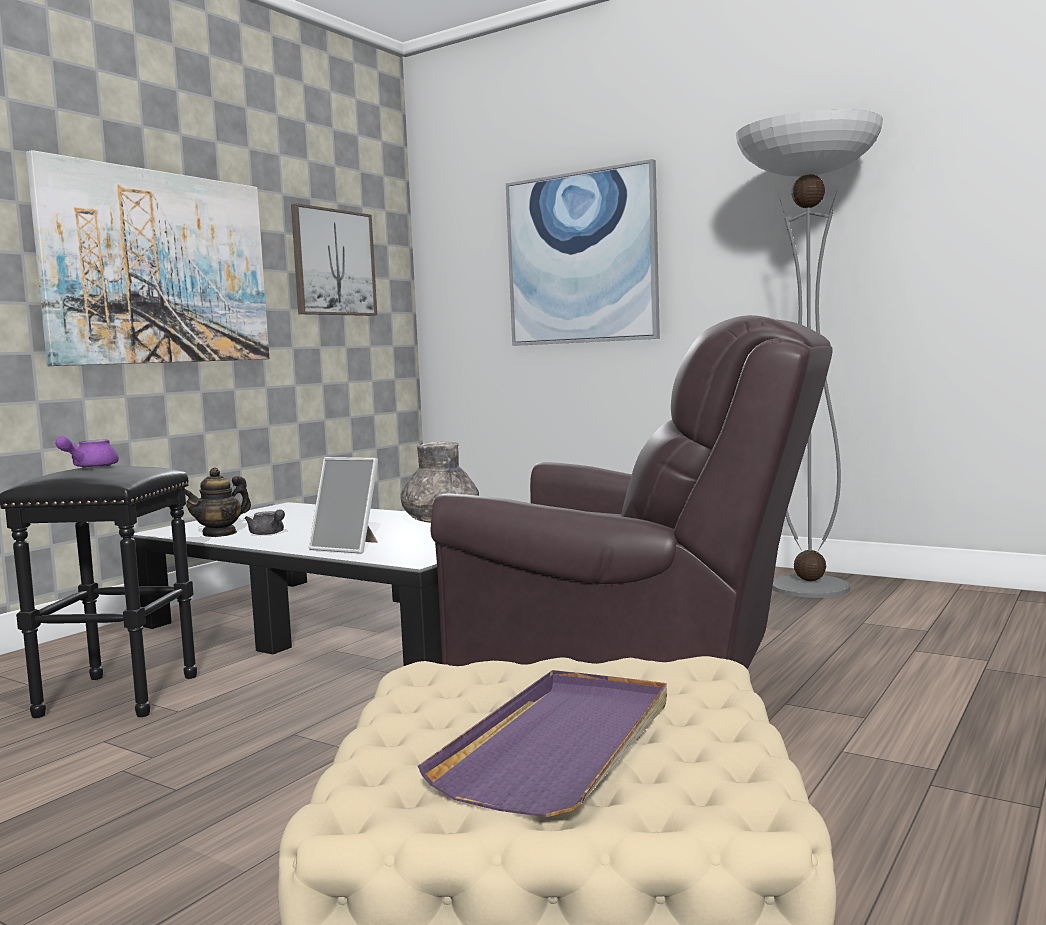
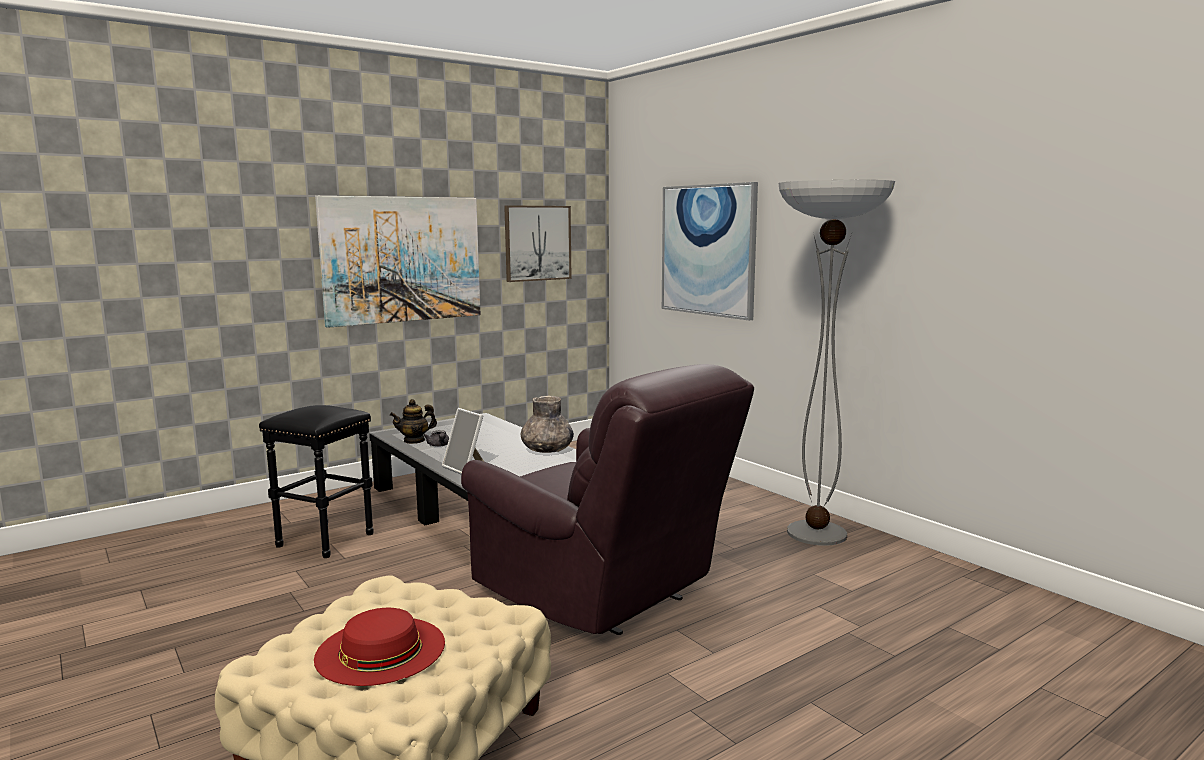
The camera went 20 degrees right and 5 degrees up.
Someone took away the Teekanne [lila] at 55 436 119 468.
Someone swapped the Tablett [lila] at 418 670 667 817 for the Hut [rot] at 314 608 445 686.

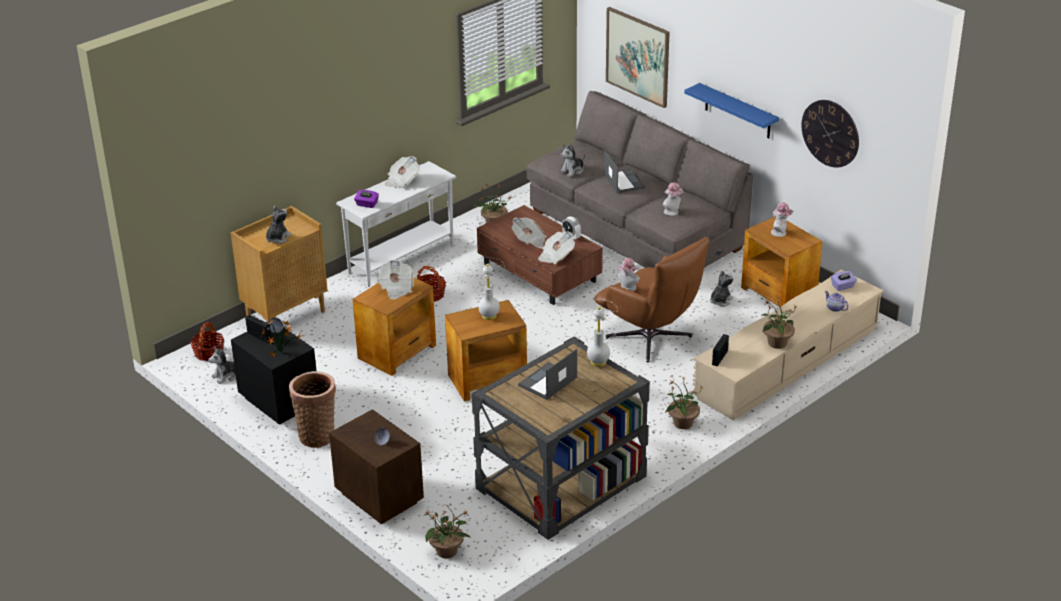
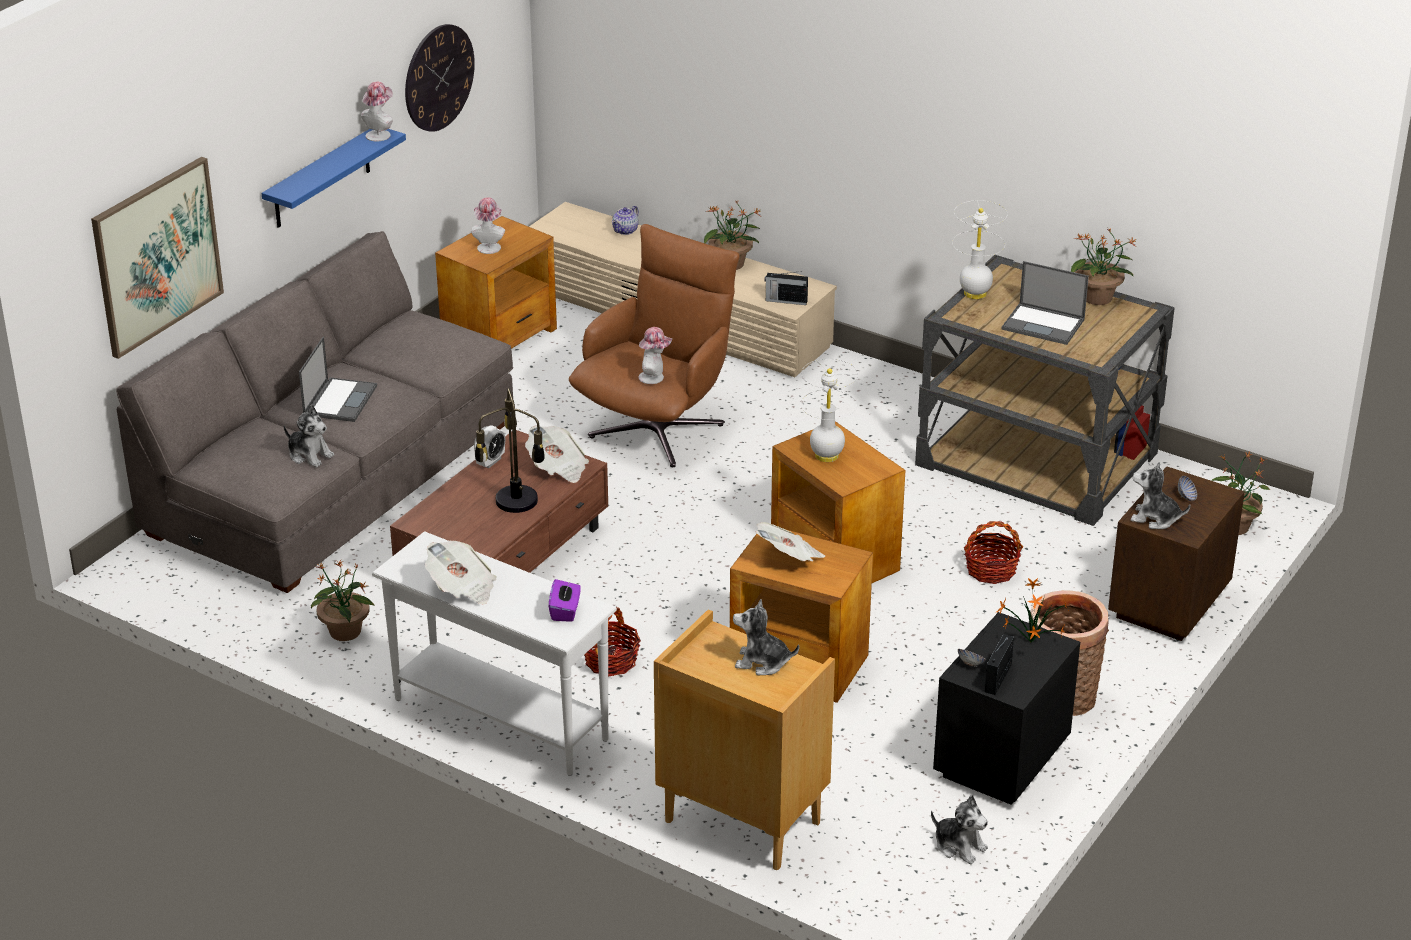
The camera went 105 degrees left and 0 degrees up.
Someone took away the Taschentuchbox [lila] at 831 271 857 291.
Someone carried the Korb from 190 322 224 361 to 964 521 1023 584.
Someone carried the Hut from 663 182 683 216 to 361 82 393 141.
Someone carried the Topfpflanze from 665 376 704 429 to 1071 228 1136 305.
Someone carried the Plüschtier from 710 270 734 307 to 1131 462 1191 529.
Someone swapped the Zeitung at 512 217 547 248 for the Tischlampe at 475 388 545 513.
Someone rotated the Laptop at 604 151 645 193 by 135 degrees clockwise.

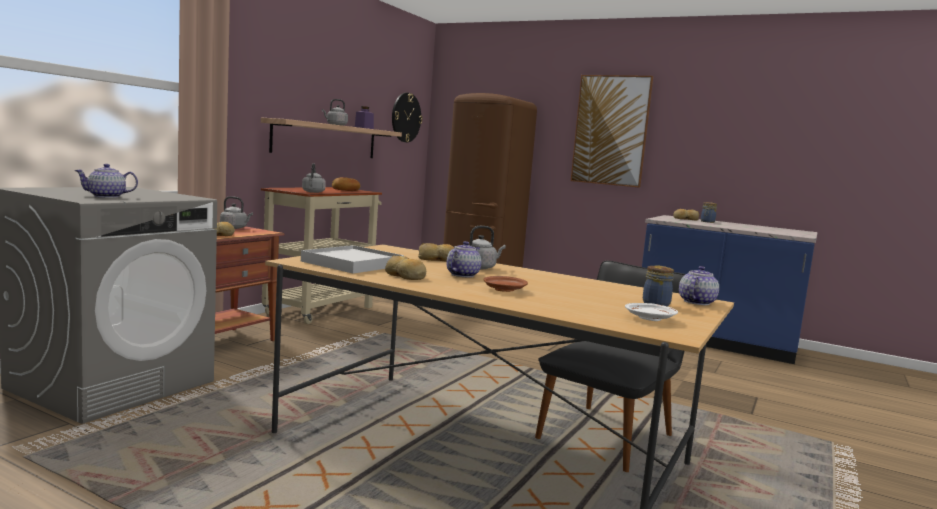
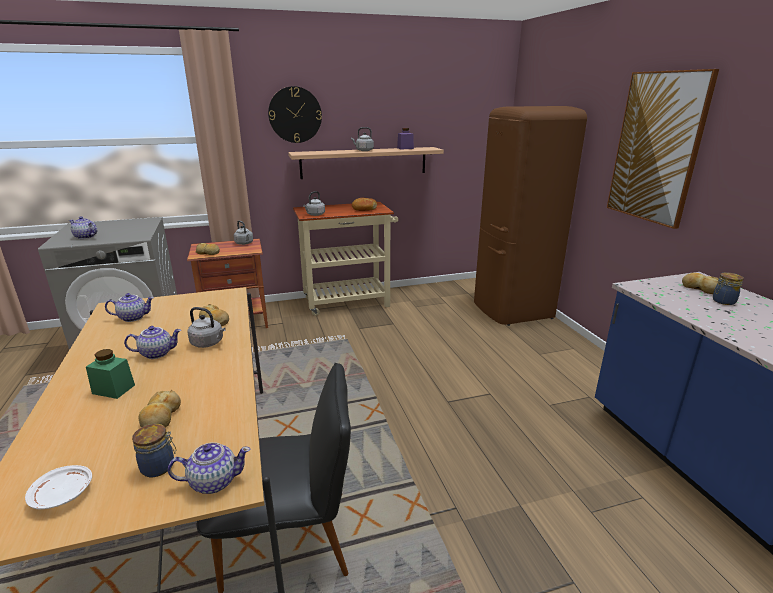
The camera went 45 degrees right and 15 degrees up.
Someone carried the Brot from 385 256 426 280 to 138 390 181 428.
Someone carried the Wanduhr from 392 93 422 142 to 268 86 322 143.
Someone swapped the Tablett [weiß] at 301 245 404 274 for the Teekanne at 105 293 154 322.
Someone swapped the Teller [braun] at 483 276 528 292 for the Vorratsglas [grün] at 86 349 135 399.

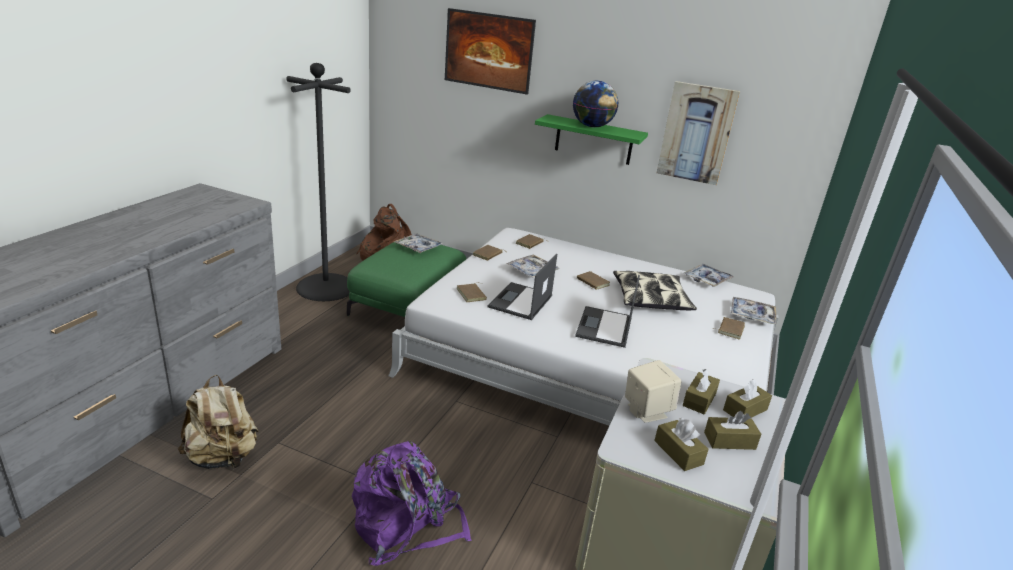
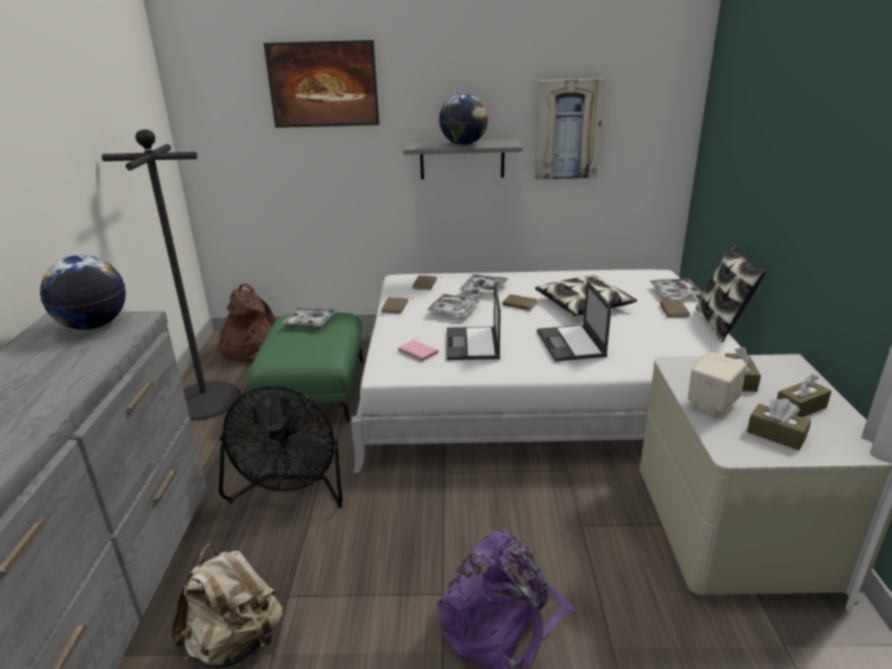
The camera went 20 degrees left and 0 degrees up.
Someone took away the Taschentuchbox [braun] at 723 379 772 417.
Someone put down the Globus at 40 255 126 330.
Someone put down the Ventilator [schwarz] at 219 386 343 509.
Someone put down the Kissen at 696 243 766 342.
Someone carried the Tablett from 684 264 734 287 to 459 274 508 294.
Someone repainted the Buch [braun] at 457 282 487 302, which became the Buch [rosa] at 398 338 439 362.
Someone repainted the Wandregal [grün] at 535 114 648 165, which became the Wandregal [grau] at 403 140 522 179.

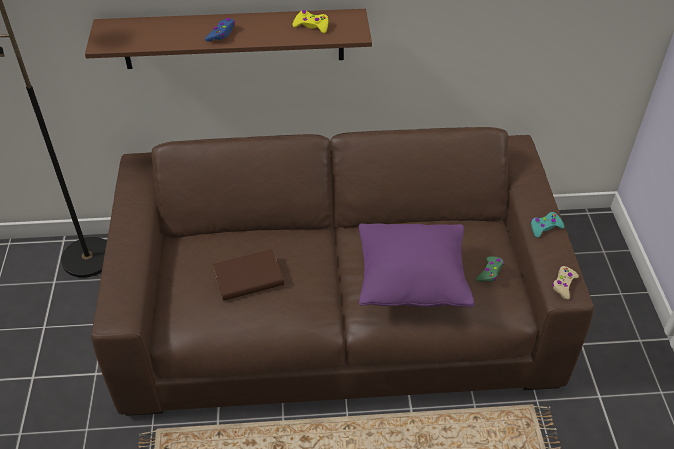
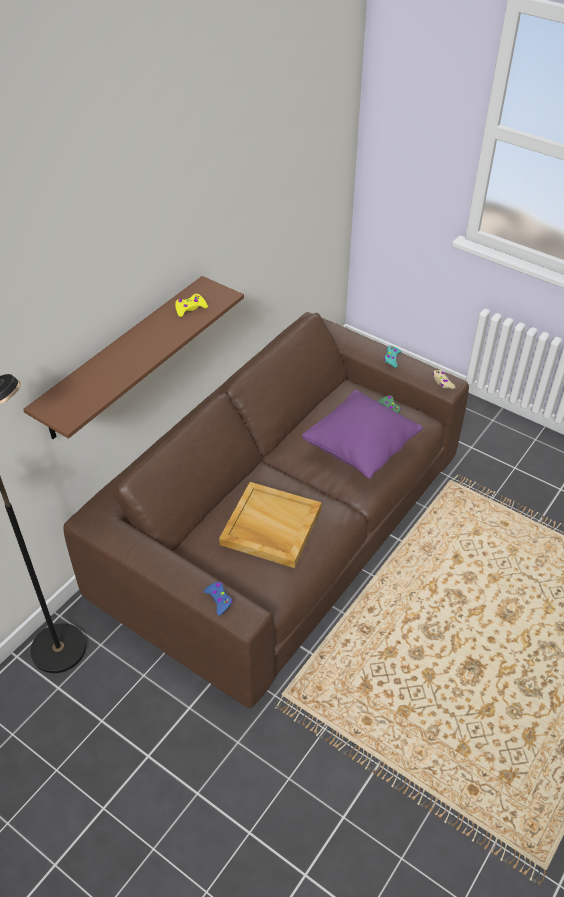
The camera went 50 degrees left and 0 degrees up.
Someone carried the Gamepad [blau] from 205 18 235 42 to 204 582 232 615.
Someone swapped the Buch [braun] at 213 249 284 301 for the Tablett [beige] at 219 482 322 568.

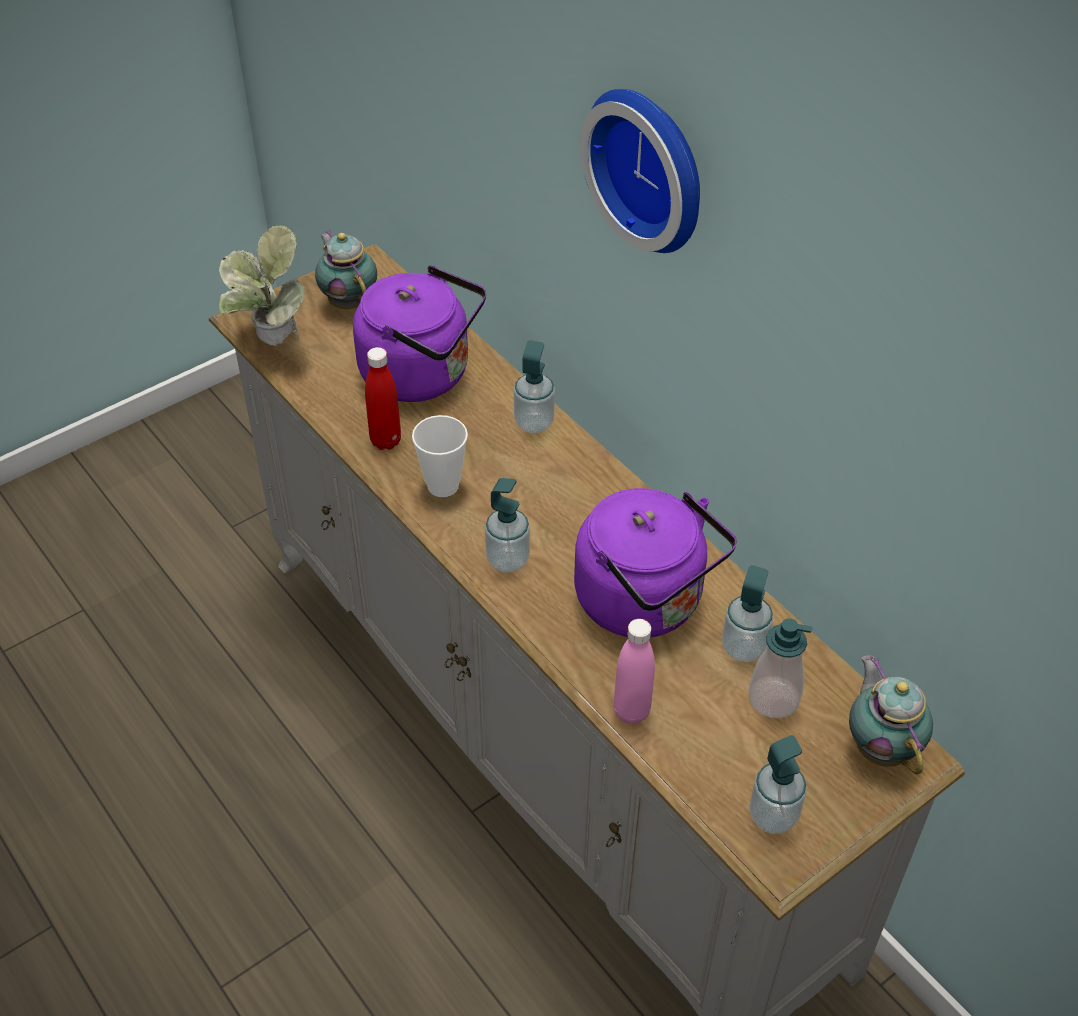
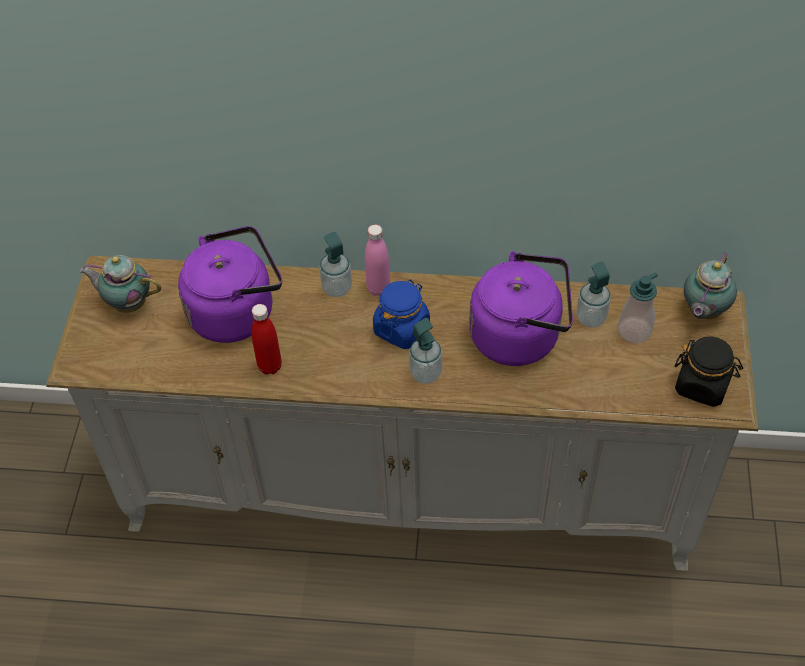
The camera went 45 degrees left and 5 degrees up.
Someone took away the Topfpflanze at 219 225 305 346.
Someone took away the Tasse at 412 415 468 497.
Someone took away the Wanduhr at 580 89 700 253.
Someone put down the Vorratsglas [blau] at 373 279 430 349.
Someone carried the Flasche [rosa] from 614 619 655 724 to 365 224 390 296.
Someone swapped the Seifenspender at 749 735 807 834 for the Vorratsglas [schwarz] at 675 337 743 407.
Someone rotated the Teekanne at 849 655 933 774 by 90 degrees counterclockwise.

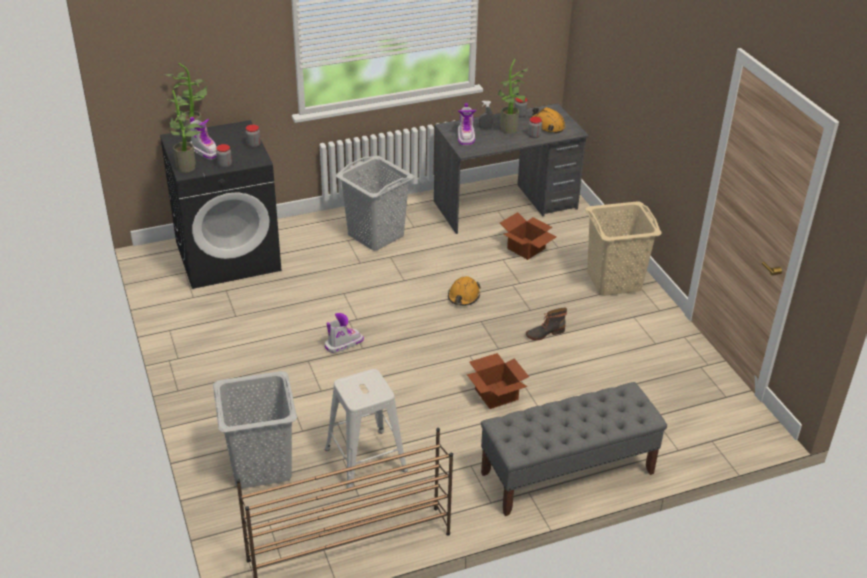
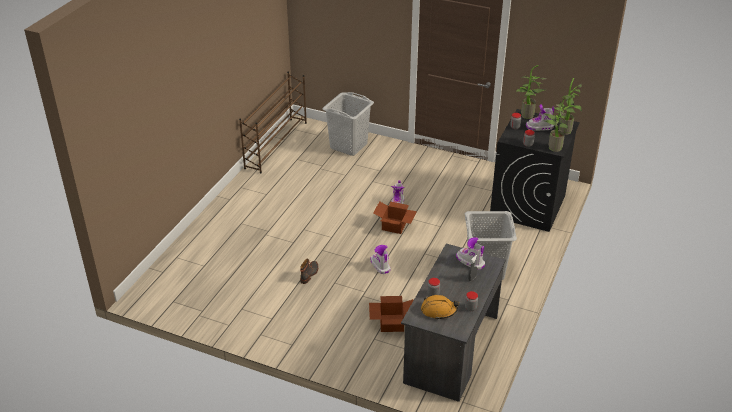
The camera went 135 degrees right and 0 degrees up.
Someone took away the Hocker [weiß] at 325 369 408 488.
Someone took away the Bank [grau] at 481 382 667 516.
Someone took away the Wäschekorb [beige] at 585 201 661 296.
Someone carried the Karton from 467 353 529 409 to 373 201 417 234.
Someone carried the Topfpflanze from 498 59 528 134 to 543 98 568 152.
Someone swapped the Schutzhelm [orange] at 448 276 481 306 for the Stiefel at 370 245 391 274.

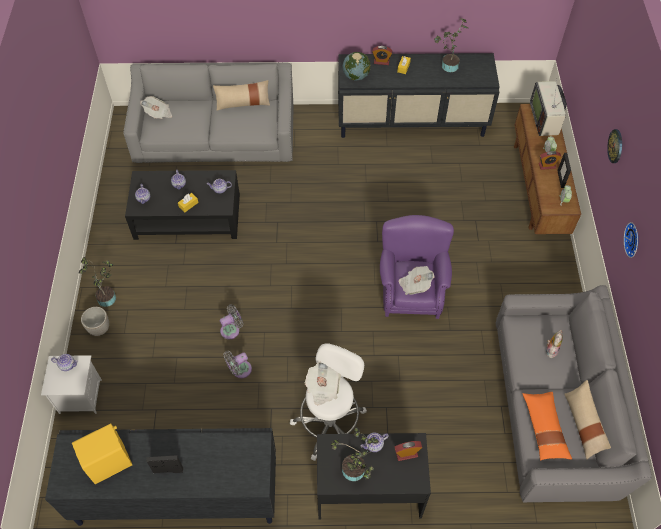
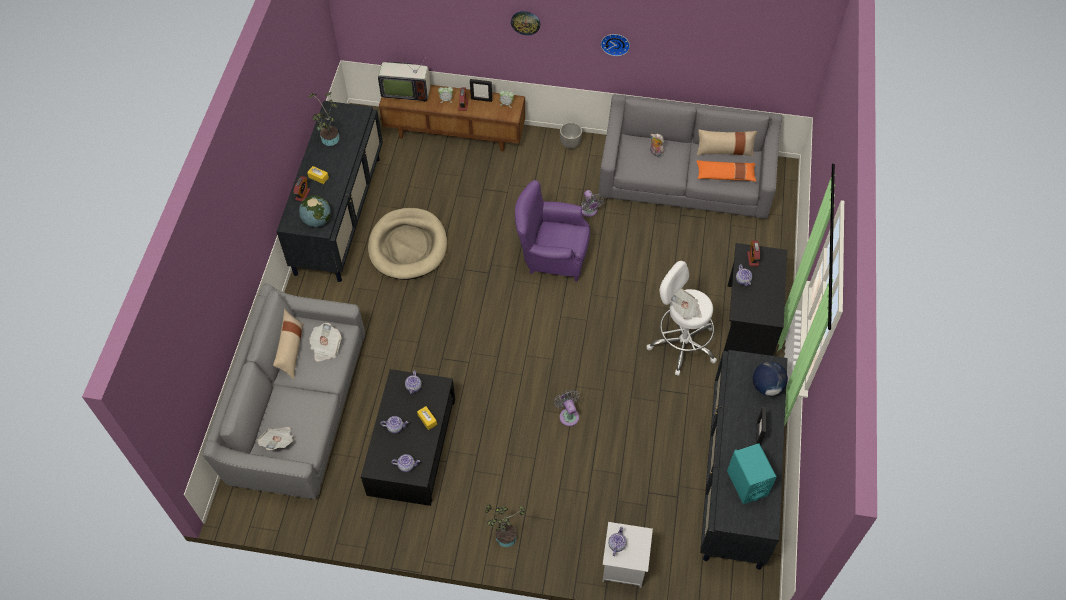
The camera went 80 degrees left and 0 degrees up.
Someone took away the Topfpflanze at 331 427 379 481.
Someone put down the Hundebett [beige] at 368 208 447 280.
Someone put down the Globus at 753 362 788 396.
Someone carried the Pflanzkübel from 81 307 109 336 to 560 122 582 149.
Someone carried the Ventilator [grau] from 223 351 252 378 to 581 190 604 217.
Someone carried the Zeitung from 399 266 434 295 to 309 323 341 362.
Someone repainted the Lautsprecher [gelb] at 72 424 132 484, which became the Lautsprecher [türkis] at 727 443 777 504.

